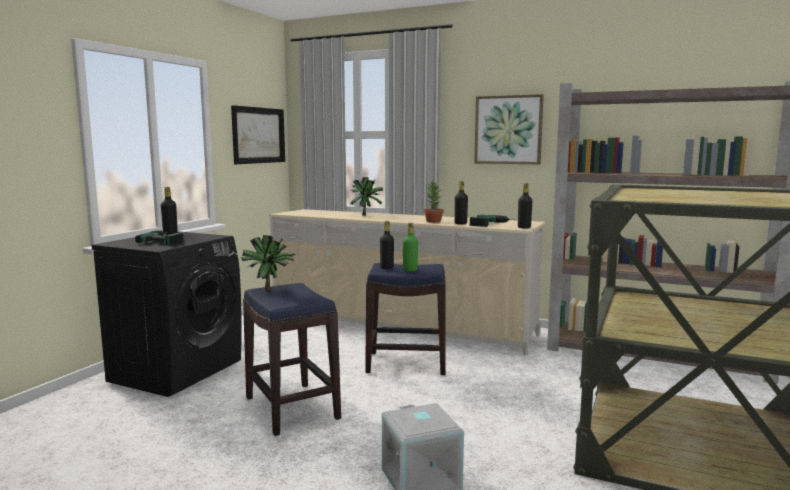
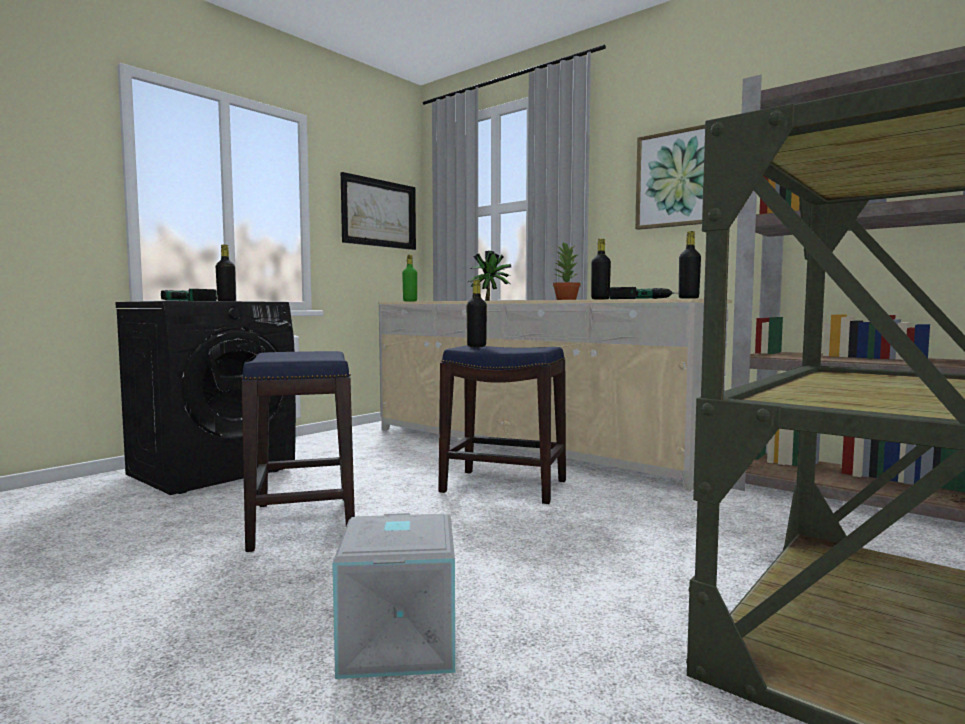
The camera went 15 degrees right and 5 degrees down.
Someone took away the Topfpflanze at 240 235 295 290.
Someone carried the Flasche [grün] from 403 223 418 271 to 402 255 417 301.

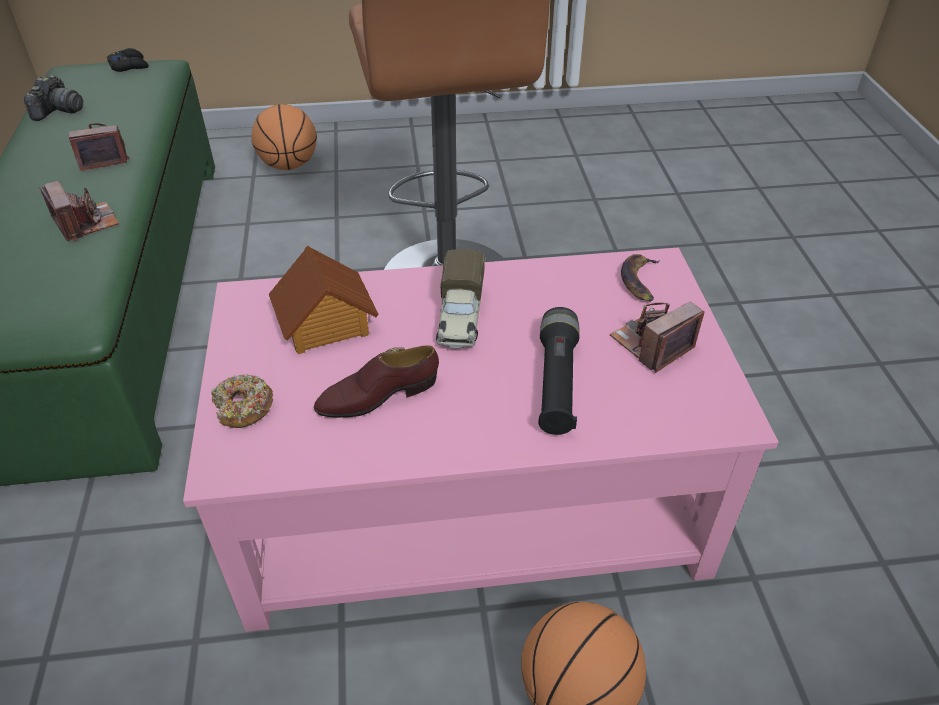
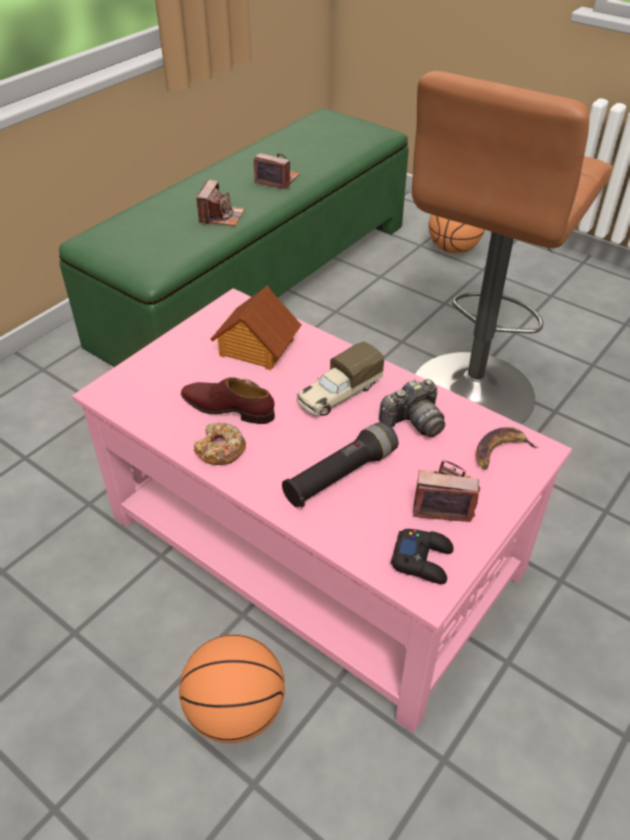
The camera went 45 degrees right and 0 degrees up.
Someone carried the Kamera from 24 75 83 121 to 379 379 445 438.
Someone carried the Gamepad [schwarz] from 107 48 149 72 to 391 529 454 584.
Someone carried the Donut from 211 374 273 428 to 194 423 246 465.

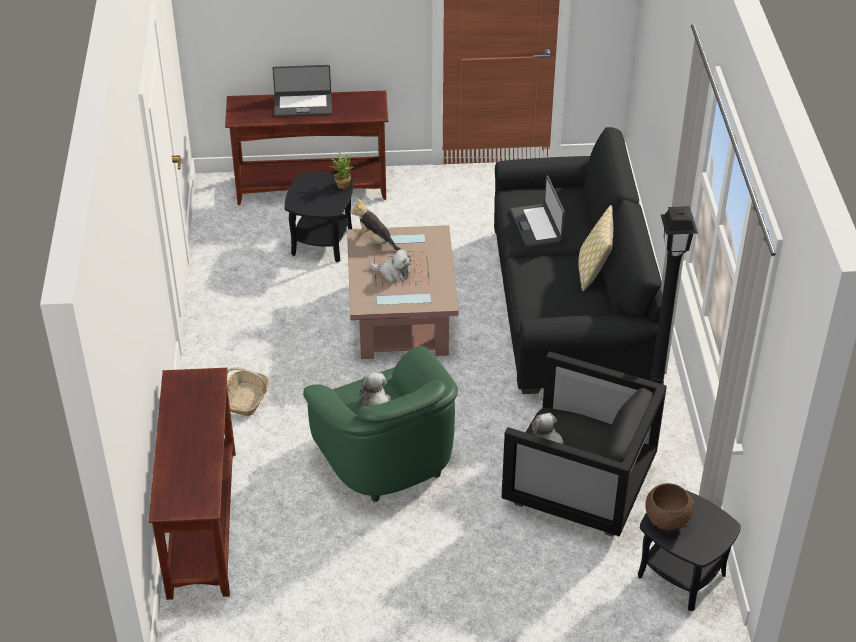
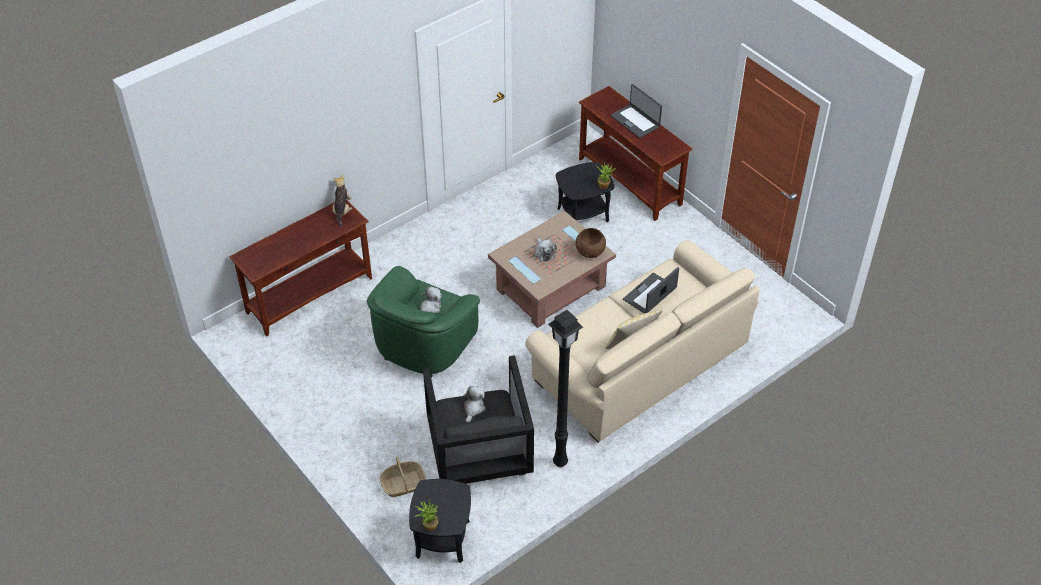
The camera went 55 degrees right and 5 degrees up.
Someone put down the Topfpflanze at 415 499 438 531.
Someone carried the Korb from 227 367 270 416 to 380 456 426 497.
Someone carried the Plüschtier from 350 198 401 251 to 333 174 352 227.
Someone carried the Schüssel [braun] from 645 483 695 531 to 575 228 606 258.
Someone repainted the Sofa [schwarz] at 494 127 662 394, which became the Sofa [beige] at 525 240 760 443.

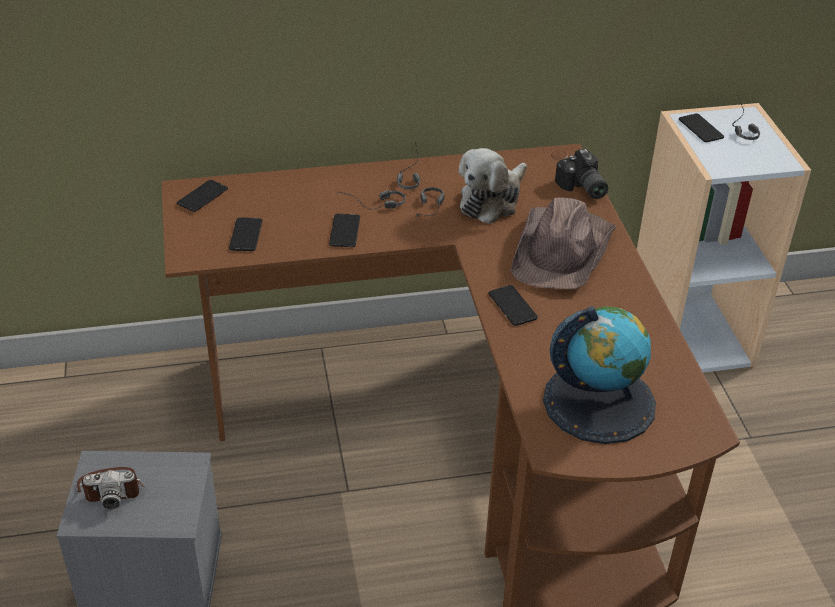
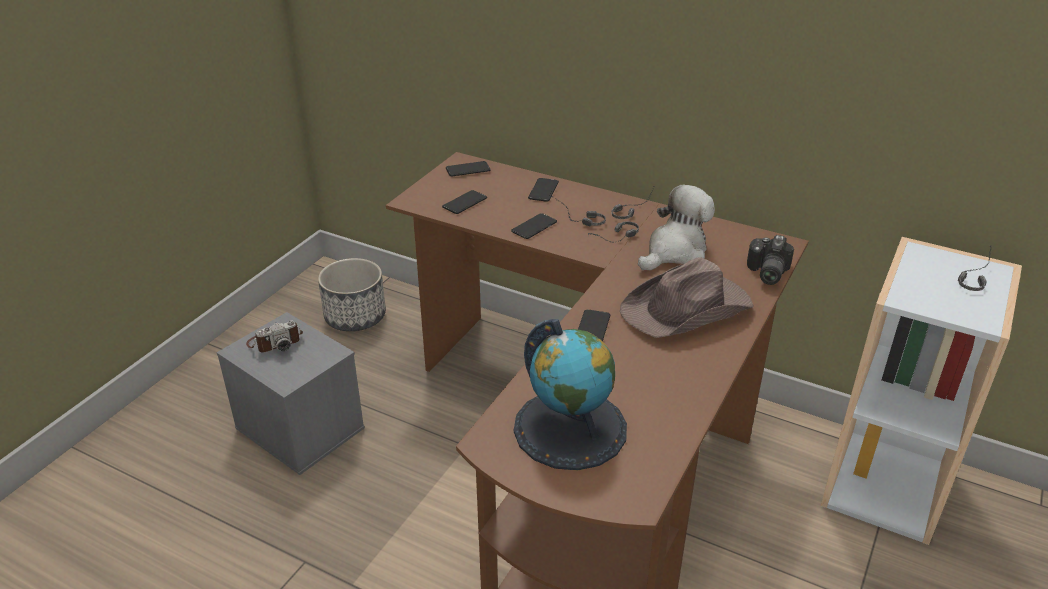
The camera went 40 degrees right and 5 degrees down.
Someone put down the Pflanzkübel at 318 258 386 331.
Someone carried the Handy from 679 114 724 142 to 528 178 559 202.
Someone rotated the Kamera at 77 467 145 509 by 60 degrees counterclockwise.
Someone rotated the Plüschtier at 459 148 527 224 by 150 degrees clockwise.

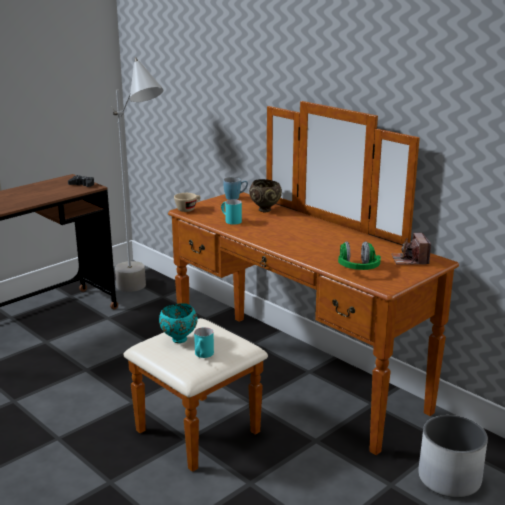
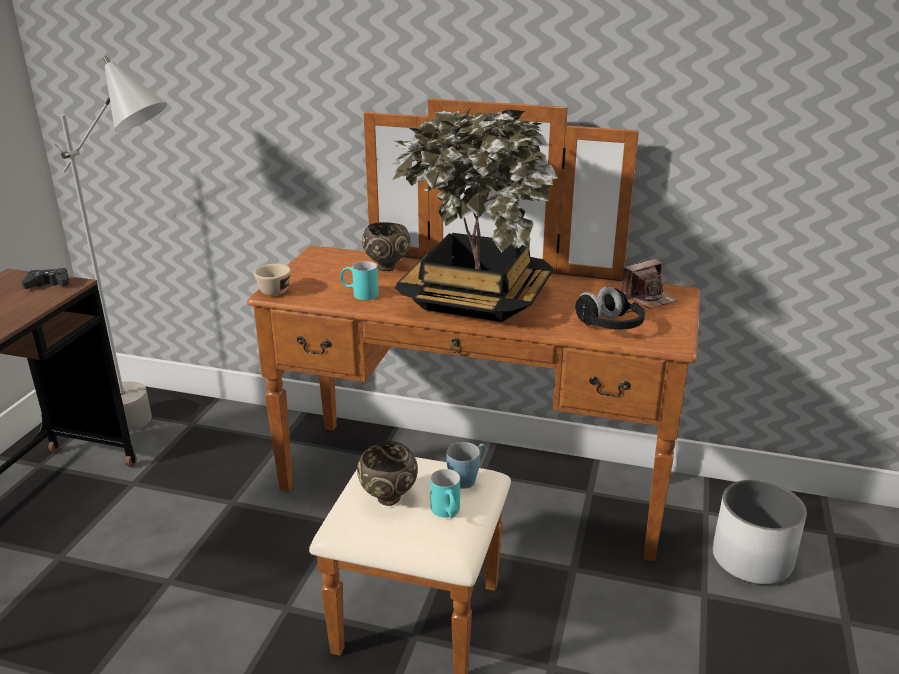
The camera went 30 degrees left and 5 degrees up.
Someone put down the Topfpflanze at 392 107 558 322.
Someone carried the Henkelbecher [blau] from 223 177 248 200 to 446 442 486 489.
Someone repainted the Schüssel [türkis] at 159 303 198 343, which became the Schüssel [braun] at 357 441 418 506.
Someone repainted the Kopfhörer [grün] at 338 241 381 270, which became the Kopfhörer [schwarz] at 575 286 645 330.
Someone rotated the Kamera at 391 233 431 265 by 90 degrees counterclockwise.

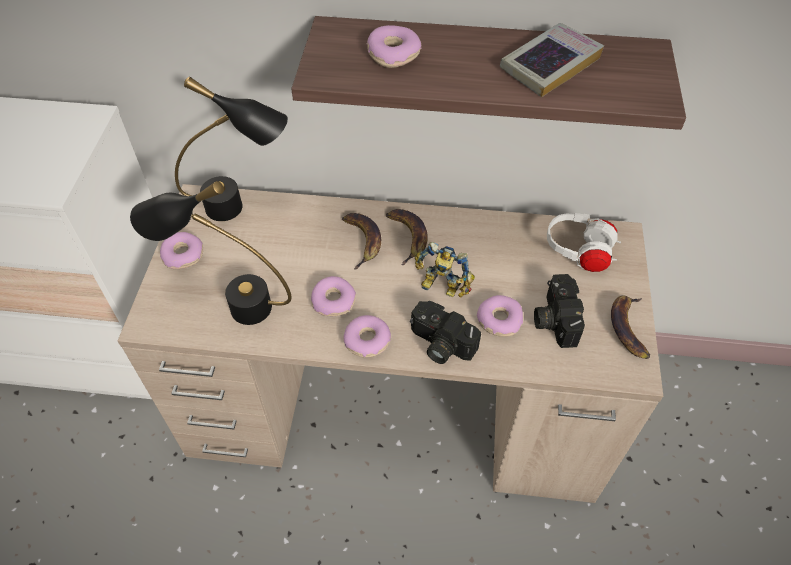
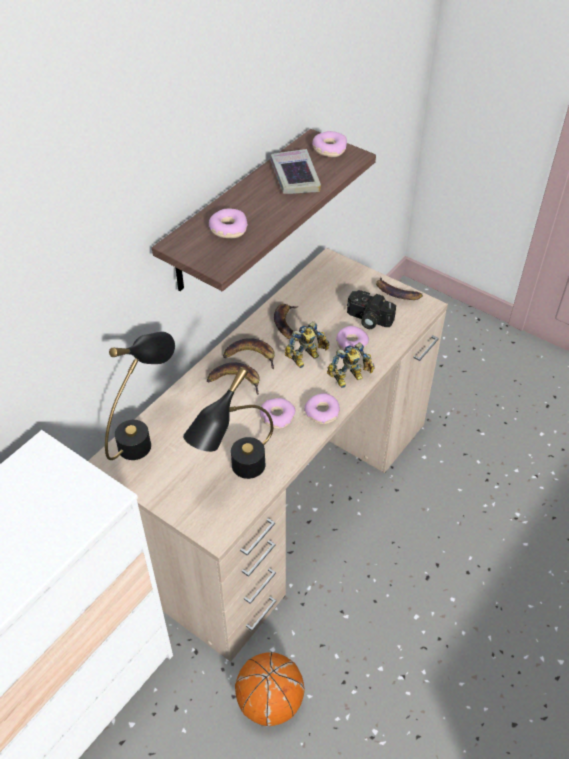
The camera went 60 degrees left and 5 degrees down.
Someone took away the Kopfhörer [weiß] at 547 213 621 272.
Someone put down the Basketball at 235 652 305 726.
Someone put down the Banane at 274 304 299 341.
Someone carried the Donut from 160 232 203 269 to 312 131 347 157.
Someone swapped the Kamera at 410 301 481 364 for the Spielzeugroboter at 327 342 375 388.

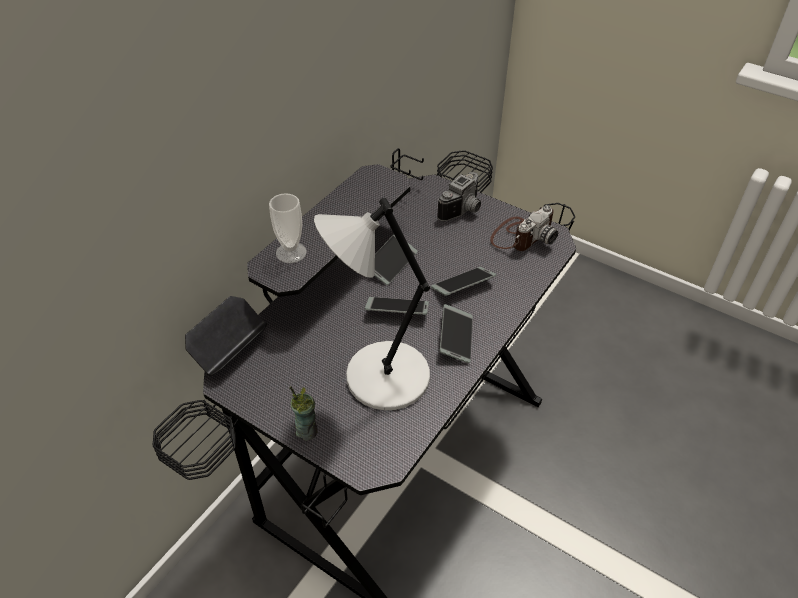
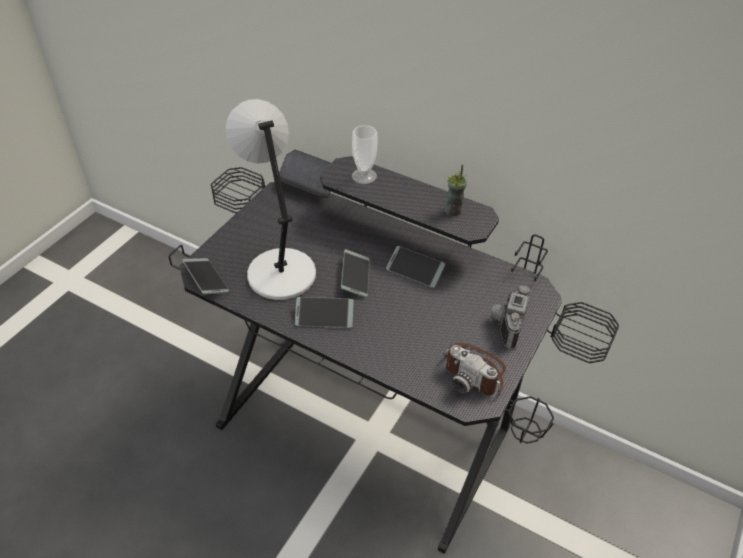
The camera went 85 degrees right and 0 degrees up.
Someone carried the Tasse from 290 386 318 441 to 445 164 467 217.
Someone carried the Handy from 431 267 496 296 to 182 258 229 294.
Someone rotated the Kamera at 437 172 481 221 by 75 degrees clockwise.

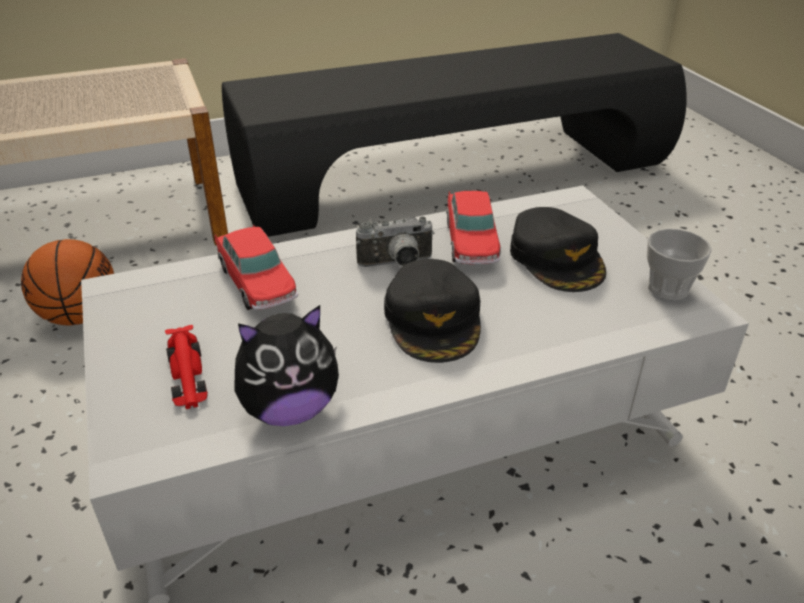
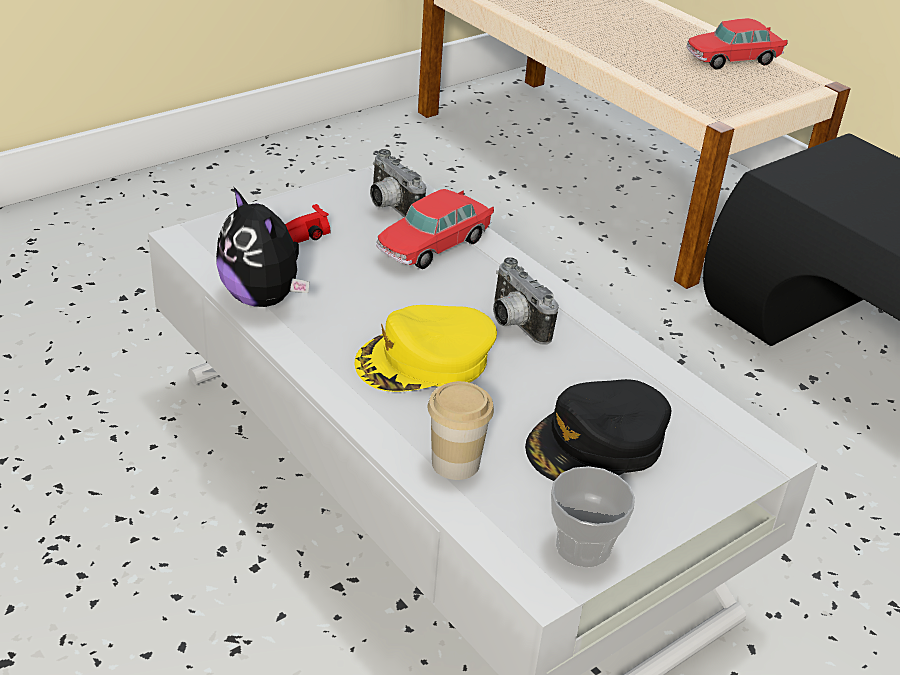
The camera went 70 degrees right and 0 degrees up.
Someone took away the Basketball at 21 239 114 326.
Someone put down the Kamera at 370 149 426 217.
Someone put down the Tasse at 428 381 494 480.
Someone carried the Spielzeugauto from 446 191 501 264 to 686 18 788 70.
Someone repainted the Kappe [schwarz] at 384 259 481 363, which became the Kappe [gelb] at 355 305 497 392.

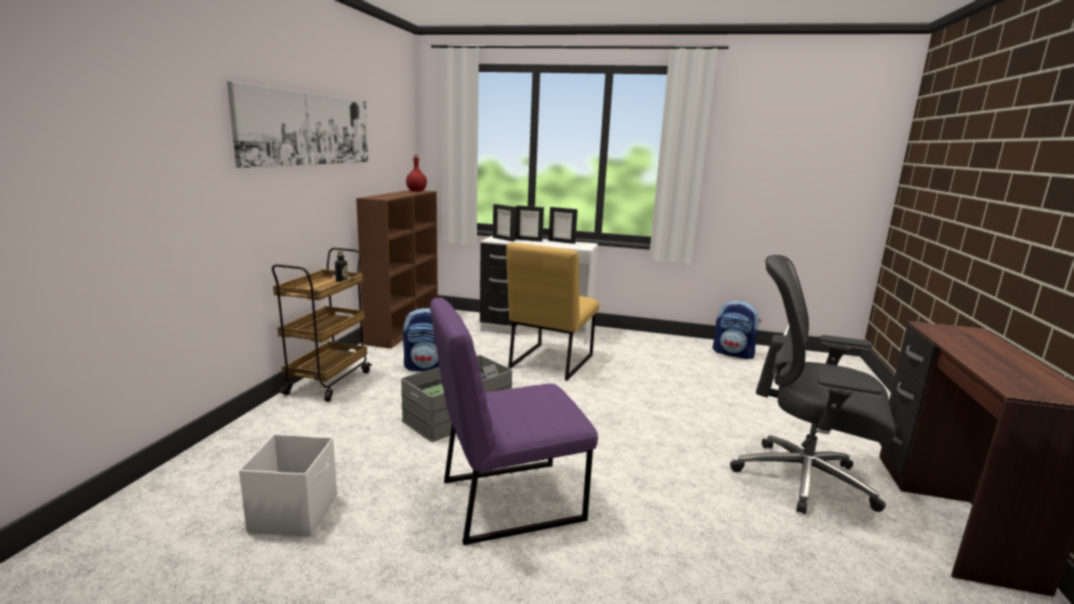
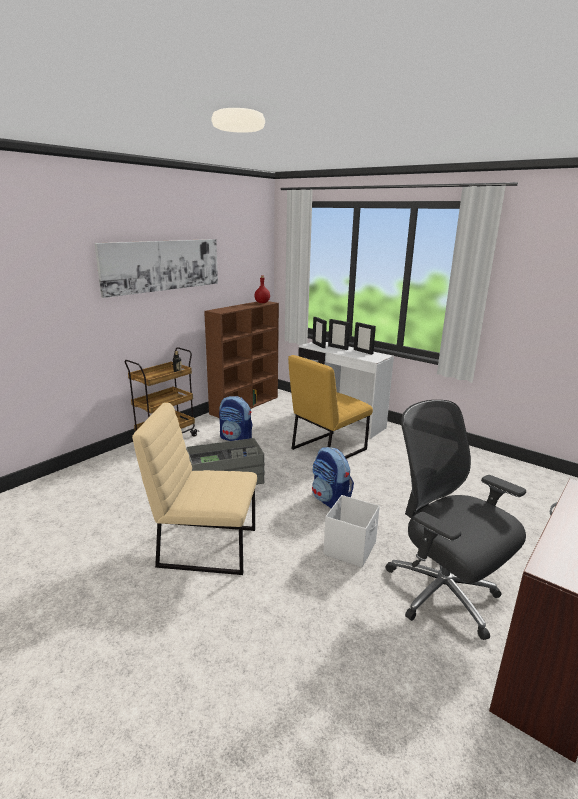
The camera went 25 degrees right and 5 degrees up.
Someone carried the Aufbewahrungsbox [weiß] from 239 434 337 537 to 324 495 380 567.
Someone carried the Rucksack from 713 301 761 359 to 312 447 354 508.
Someone repainted the Stuhl [lila] at 430 298 598 545, which became the Stuhl [beige] at 132 403 257 575.

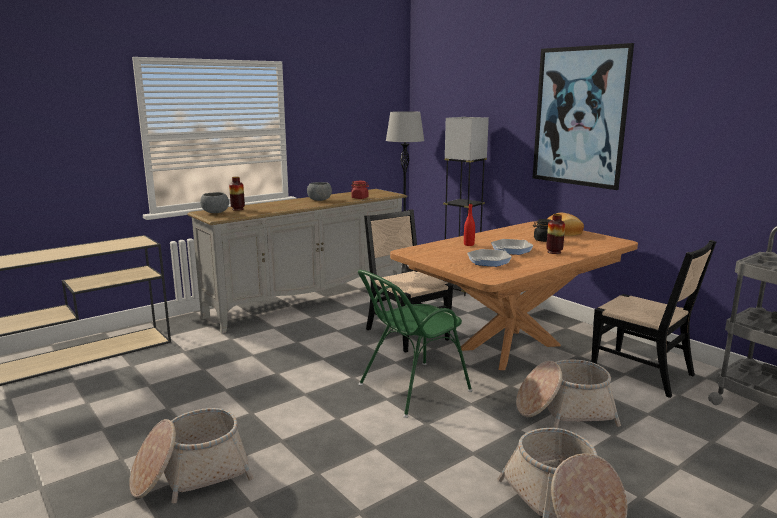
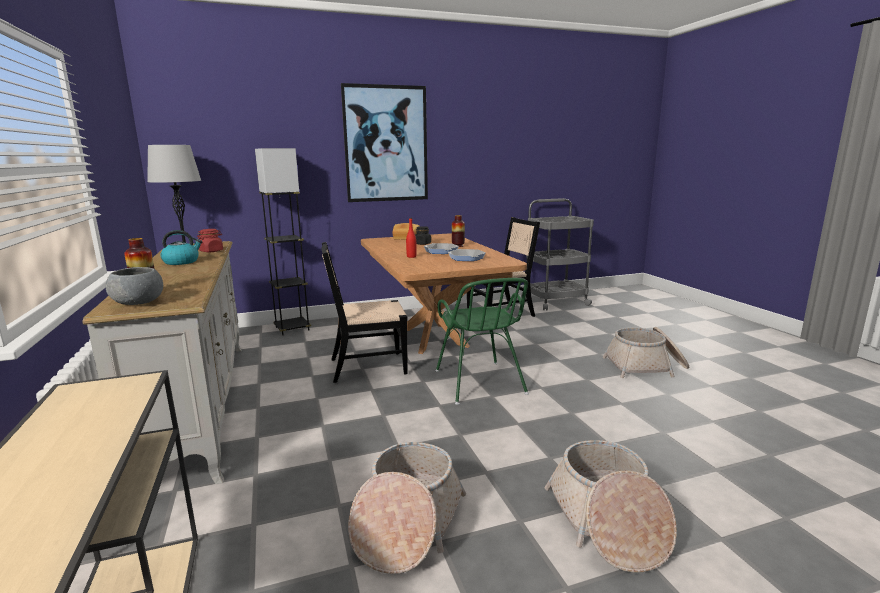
The camera went 70 degrees left and 0 degrees up.
Someone carried the Korb from 516 360 621 428 to 348 442 466 574.
Someone swapped the Schüssel [grau] at 307 182 332 201 for the Wasserkessel at 160 230 202 265.

